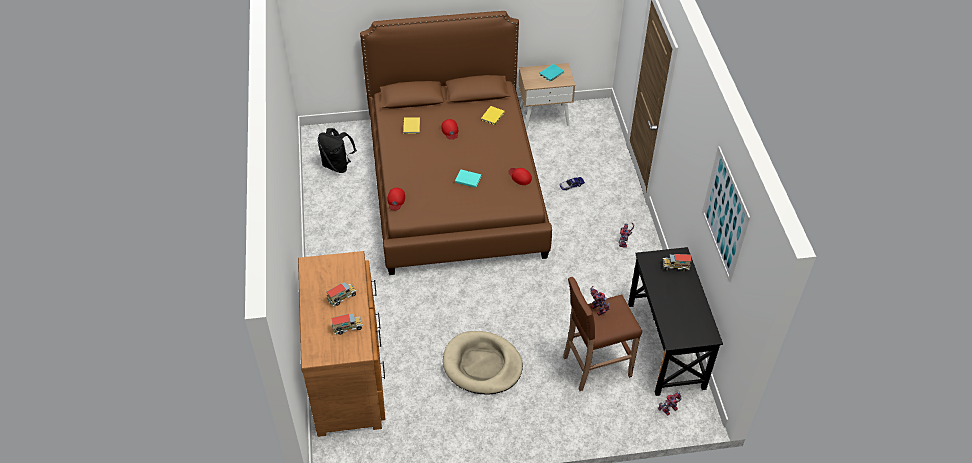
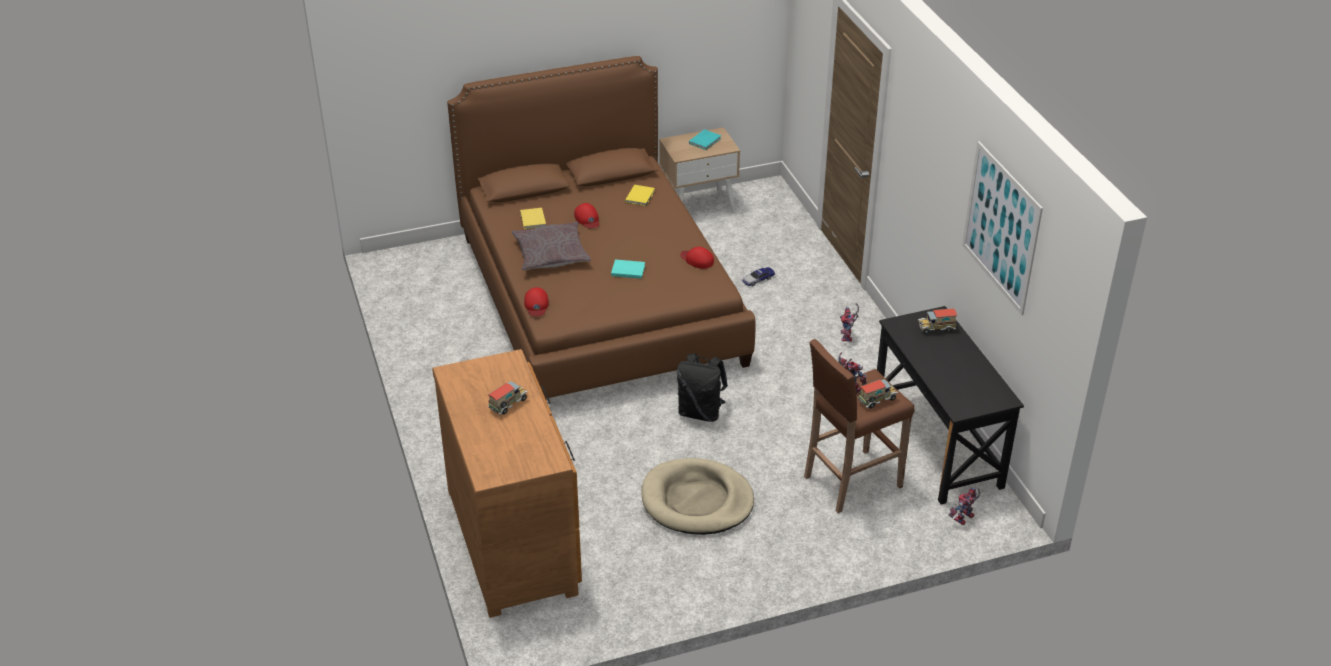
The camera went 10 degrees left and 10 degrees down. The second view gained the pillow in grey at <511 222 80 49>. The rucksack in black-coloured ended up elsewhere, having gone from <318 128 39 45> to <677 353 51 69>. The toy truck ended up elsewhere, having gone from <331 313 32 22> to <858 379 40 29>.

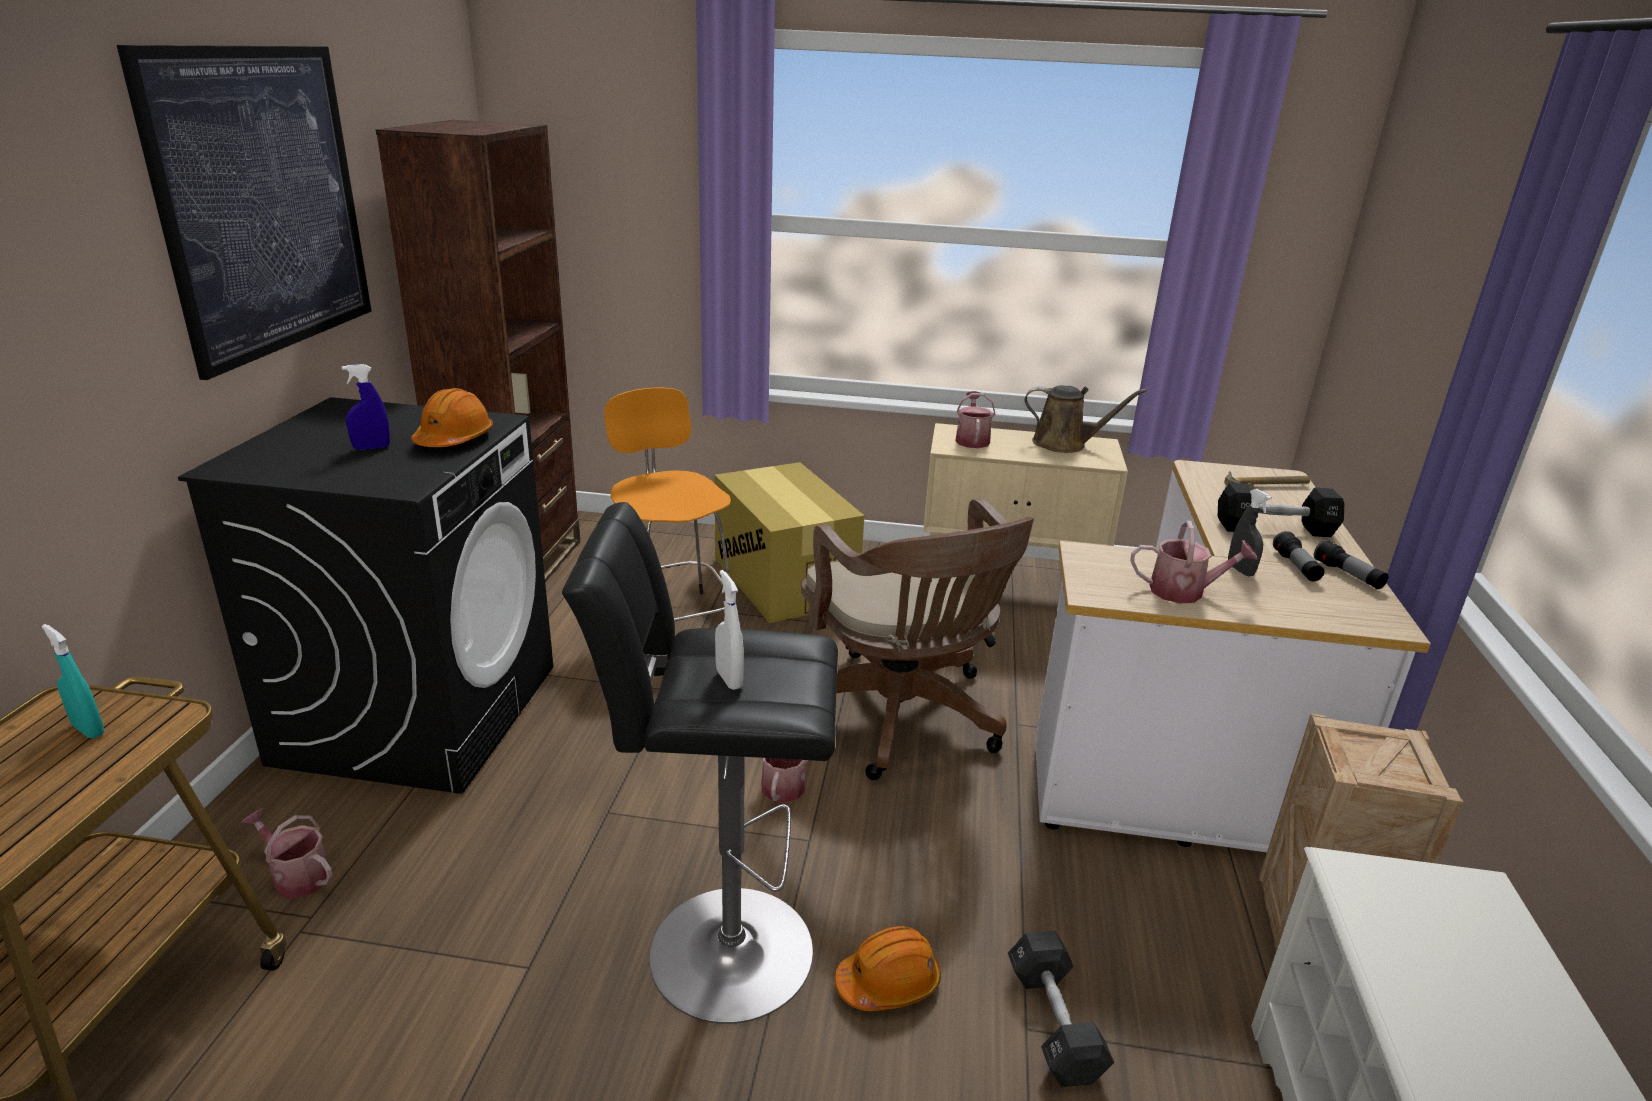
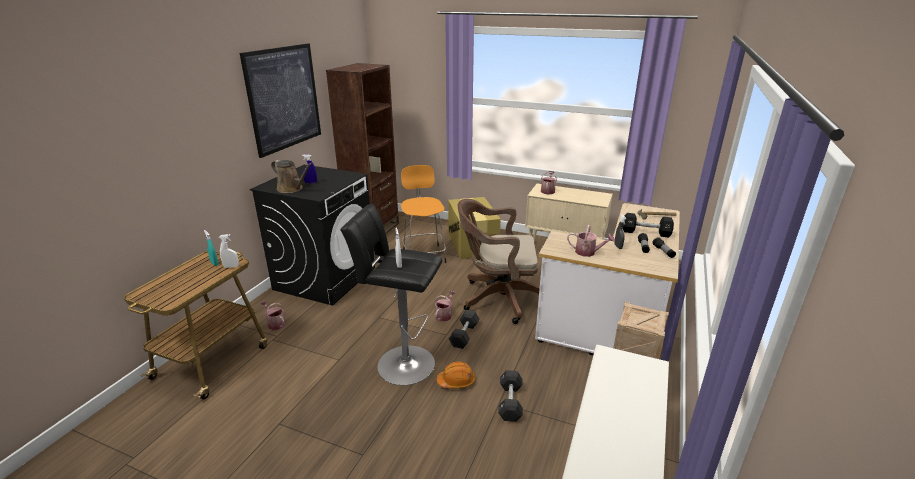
The camera went 15 degrees right and 0 degrees up. The second view lost the hard hat in orange at <411 388 82 59>. The second view gained the hand sprayer in whitish at <219 234 20 34>. The second view gained the free weight in black-coloured at <449 310 30 39>. The watering pot in brown ended up elsewhere, having gone from <1024 385 122 68> to <271 160 41 33>. The computer chair in brown at <801 498 233 282> ended up facing another way, 105 degrees clockwise from before.

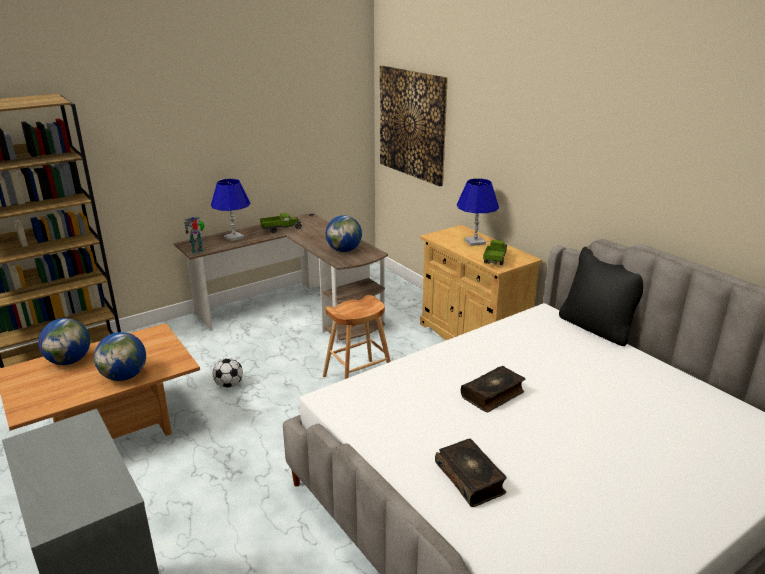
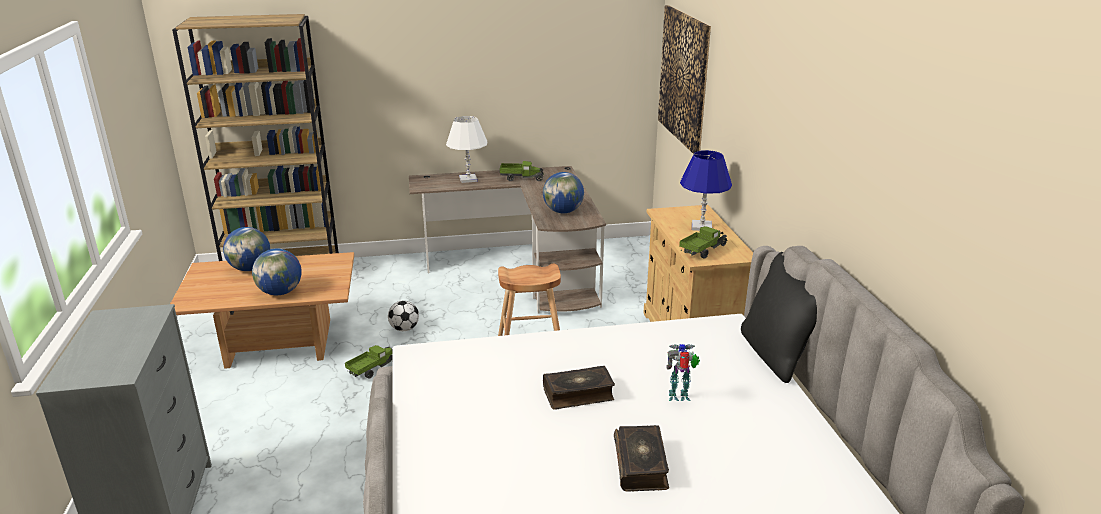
The camera went 25 degrees right and 0 degrees up. The second view gained the toy truck at <345 345 47 34>. The model robot ended up elsewhere, having gone from <184 217 21 37> to <666 344 34 57>. The book ended up elsewhere, having gone from <435 439 72 68> to <614 425 55 67>. What was the tabletop lamp in bluish at <211 179 40 62> turned into the tabletop lamp in whitish at <446 116 41 67>.

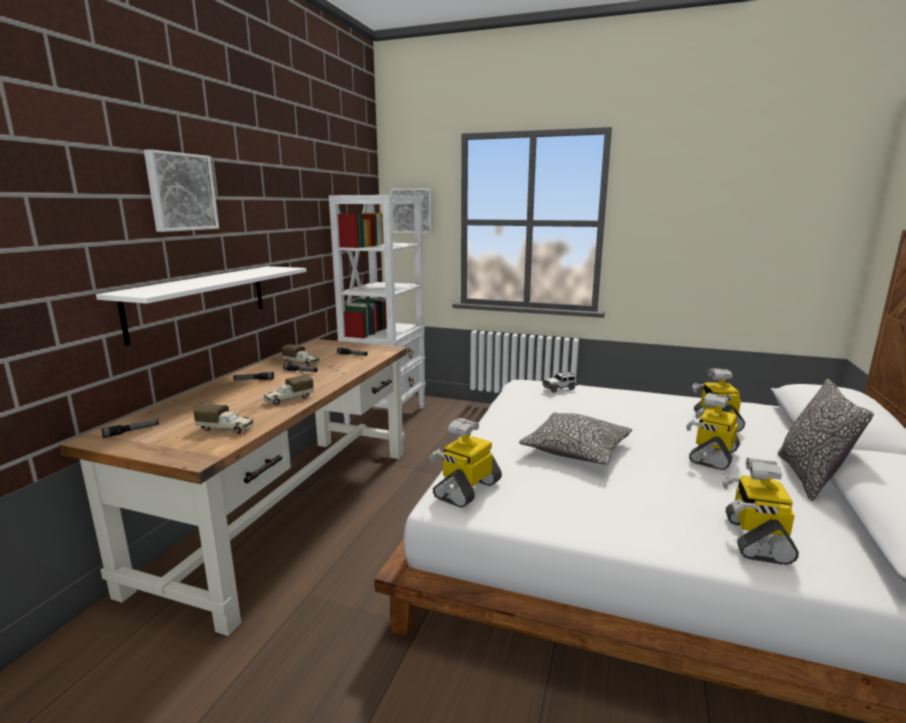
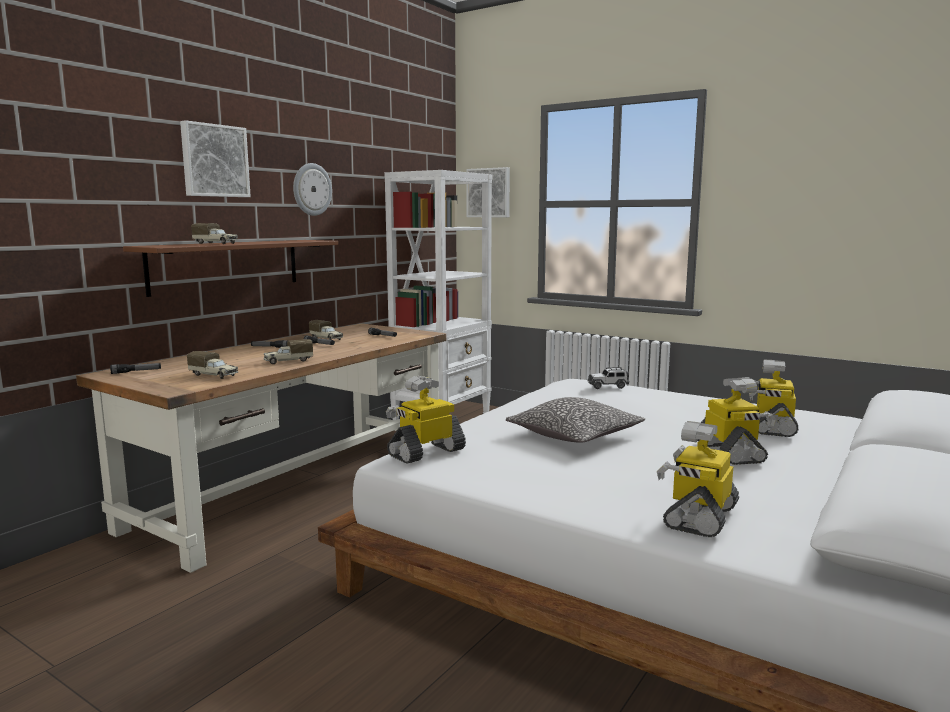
The camera went 15 degrees right and 5 degrees down. The second view lost the pillow at <778 379 96 122>. The second view gained the toy truck at <191 223 47 21>. The second view gained the wall clock at <293 163 39 53>. What was the bracket shelf in whitish at <96 266 210 80> turned into the bracket shelf in brown at <123 240 215 57>. The model robot at <686 393 54 77> ended up facing another way, 120 degrees clockwise from before.

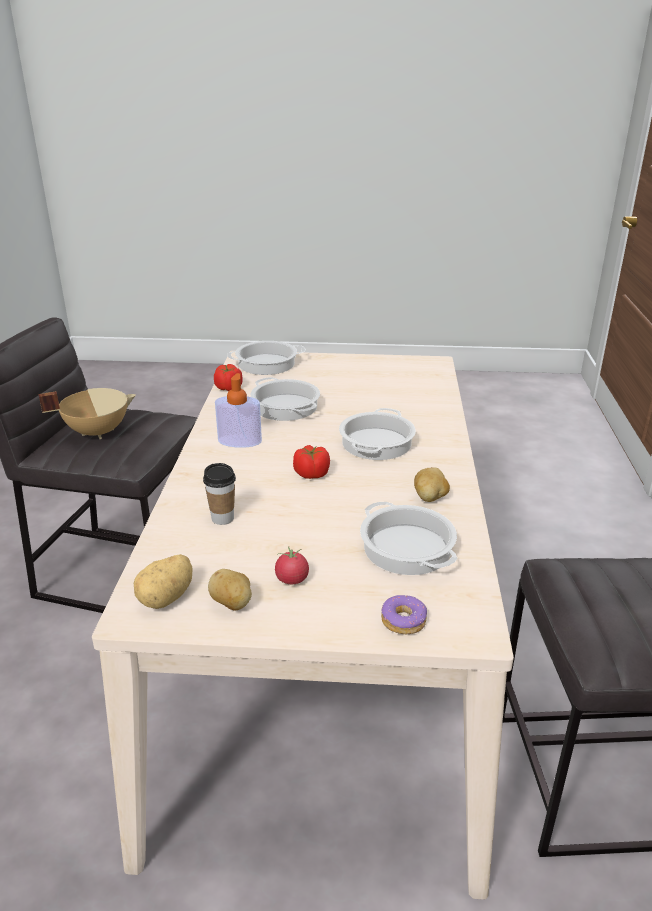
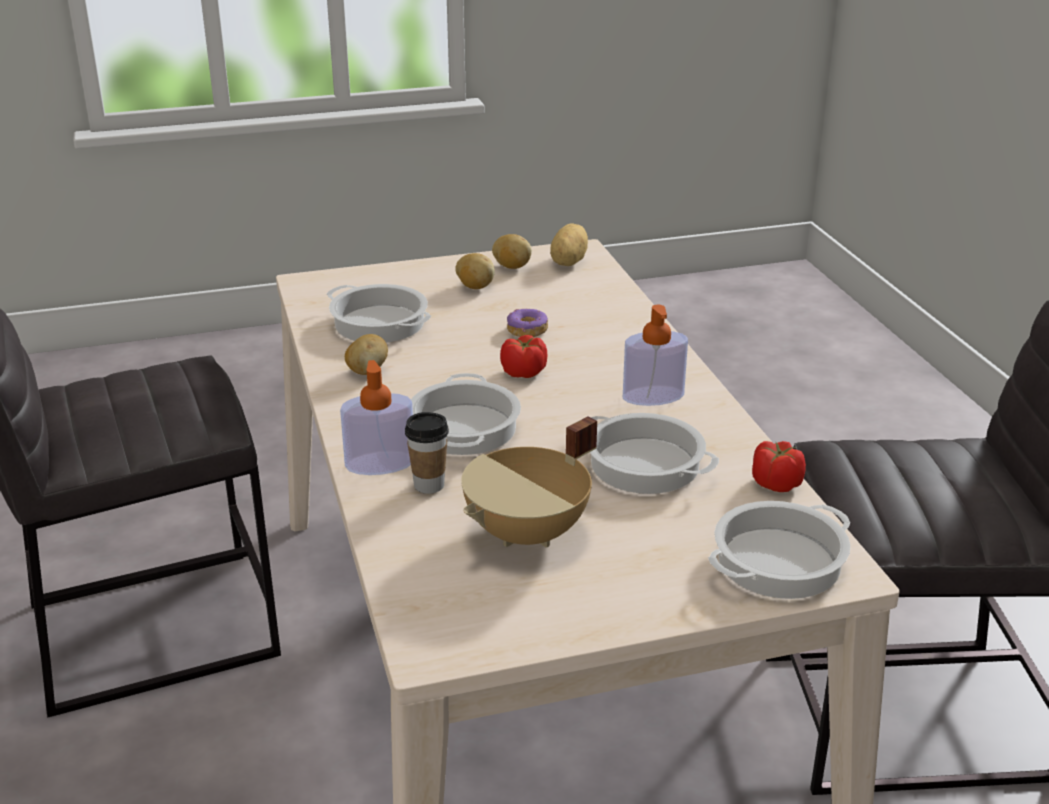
The camera went 160 degrees right and 0 degrees up. The second view gained the soap bottle at <340 360 73 115>. The stockpot in beige-coloured ended up elsewhere, having gone from <38 388 98 51> to <461 416 136 131>. The cup ended up elsewhere, having gone from <203 463 33 62> to <405 412 44 82>. The doughnut ended up elsewhere, having gone from <381 595 46 39> to <507 309 41 28>. Where the whole tomato stood at <275 546 34 38>, the potato came to stand at <455 253 40 36>.

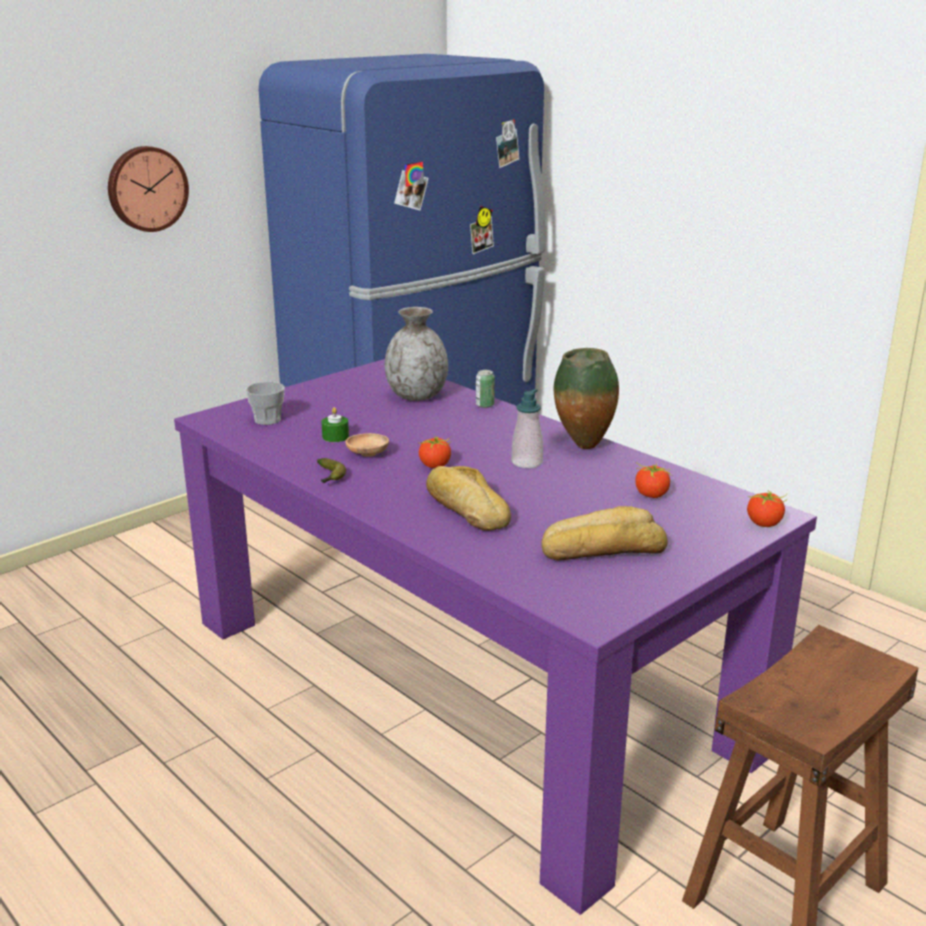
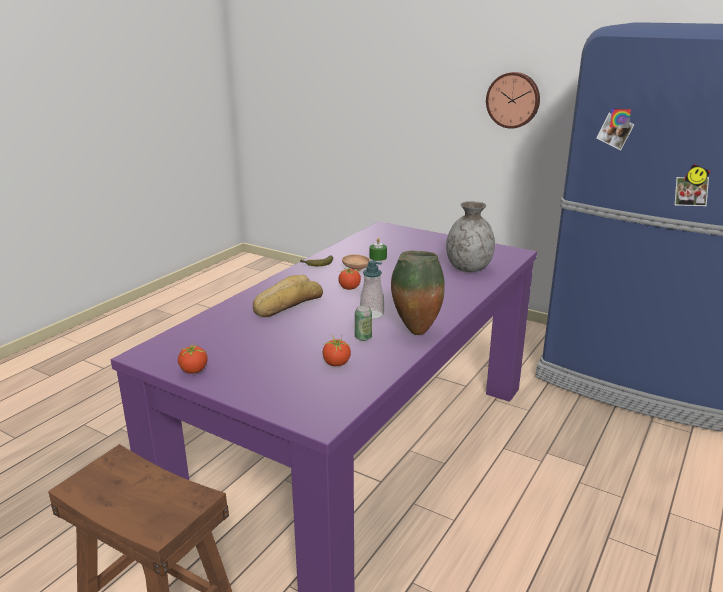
The camera went 75 degrees right and 0 degrees up. The second view lost the cup at <246 382 39 43>. The second view lost the baked bread at <542 506 126 54>. The sealed can ended up elsewhere, having gone from <476 370 19 38> to <355 305 17 36>. The whole tomato ended up elsewhere, having gone from <747 491 40 36> to <178 343 30 30>.

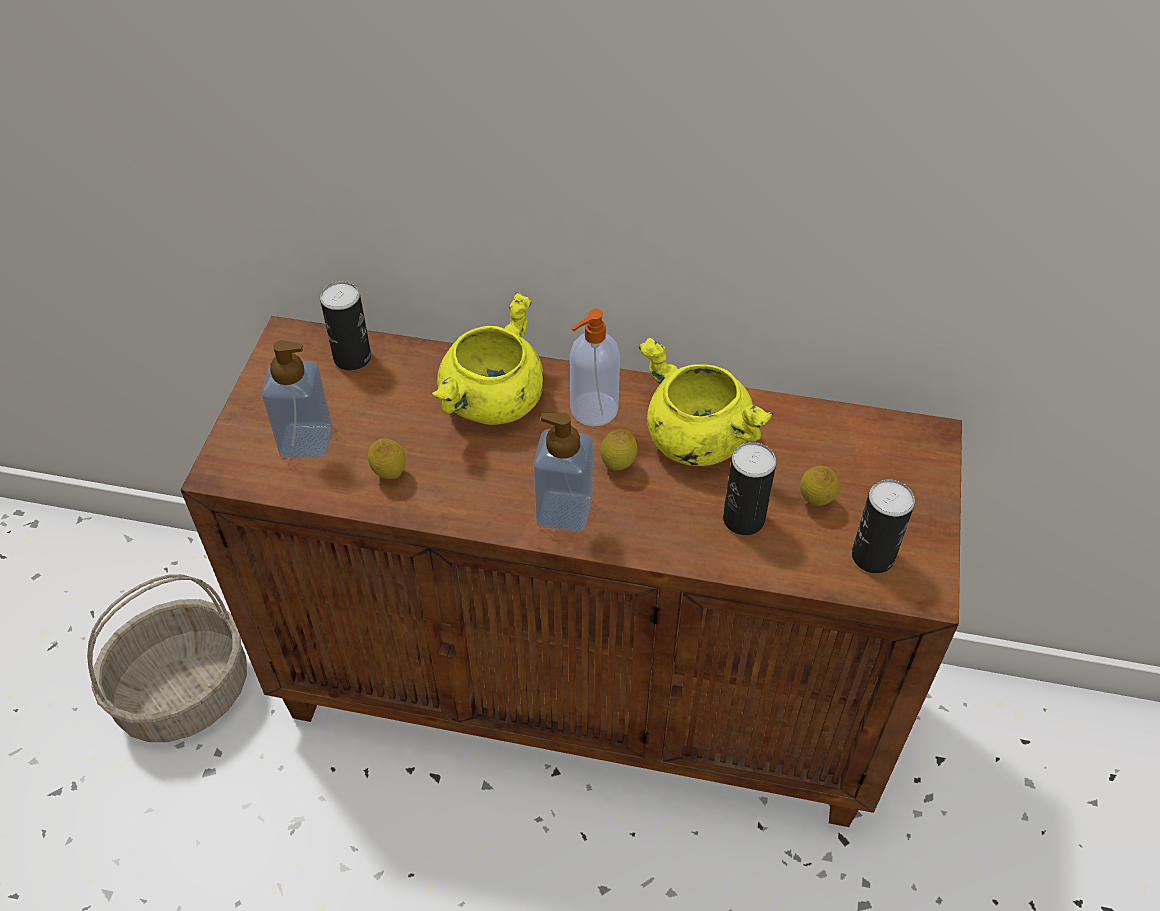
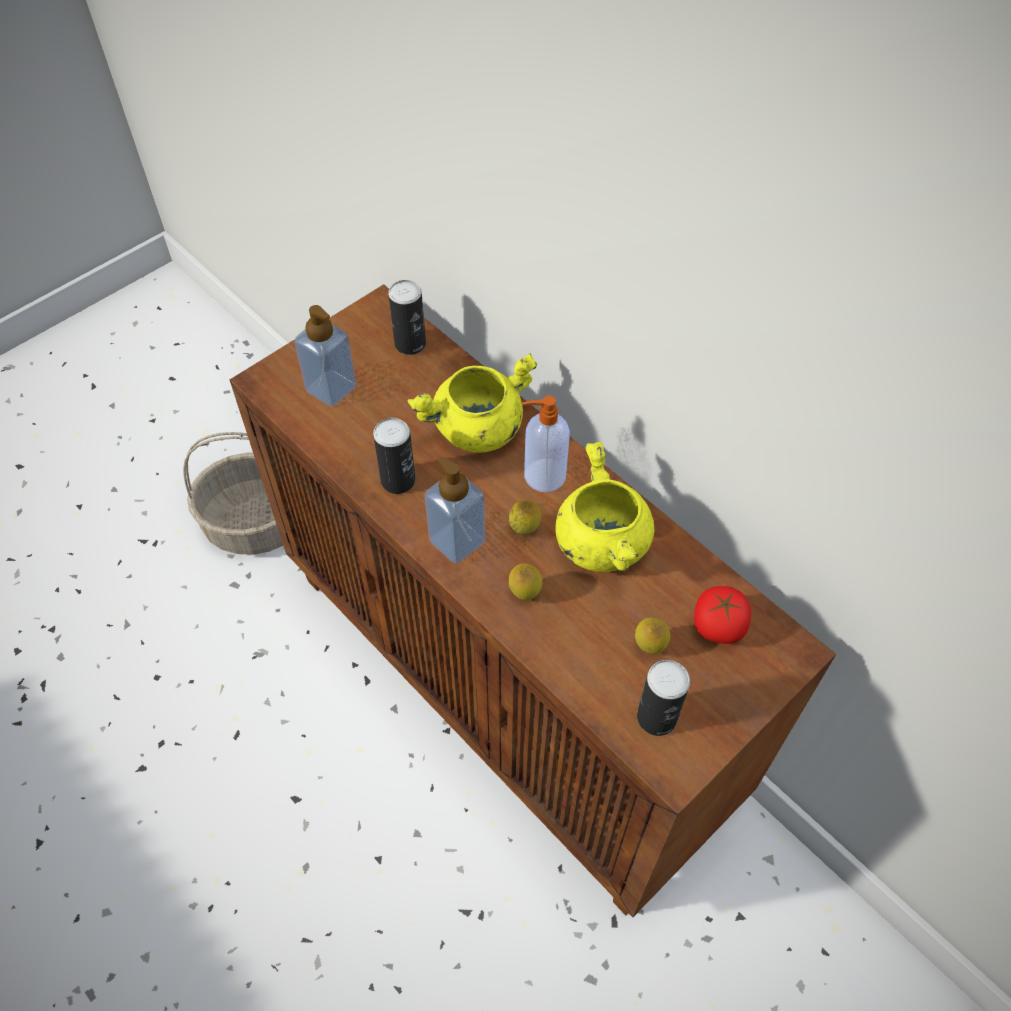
The camera went 35 degrees right and 5 degrees up. The second view gained the whole tomato at <694 586 57 58>. The whole lemon ended up elsewhere, having gone from <368 439 38 40> to <509 563 33 38>. The sealed can ended up elsewhere, having gone from <723 442 53 93> to <373 418 43 76>.

